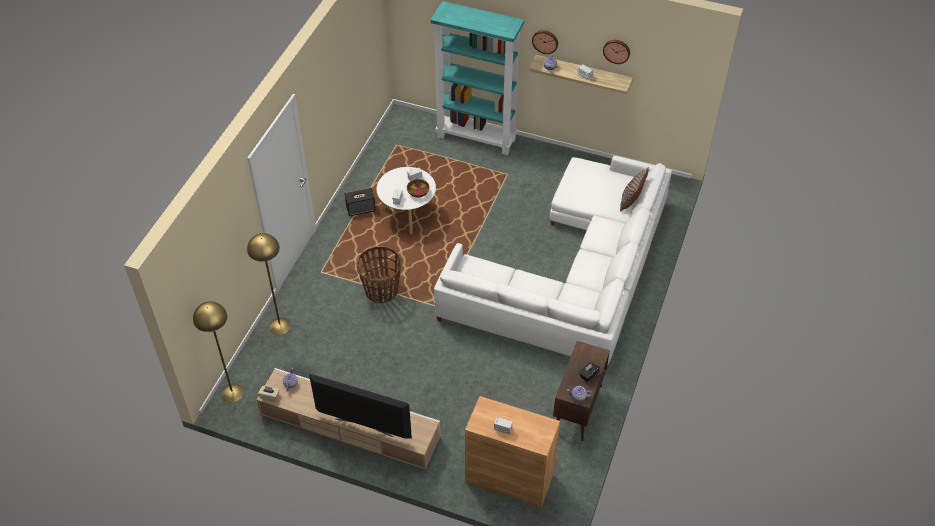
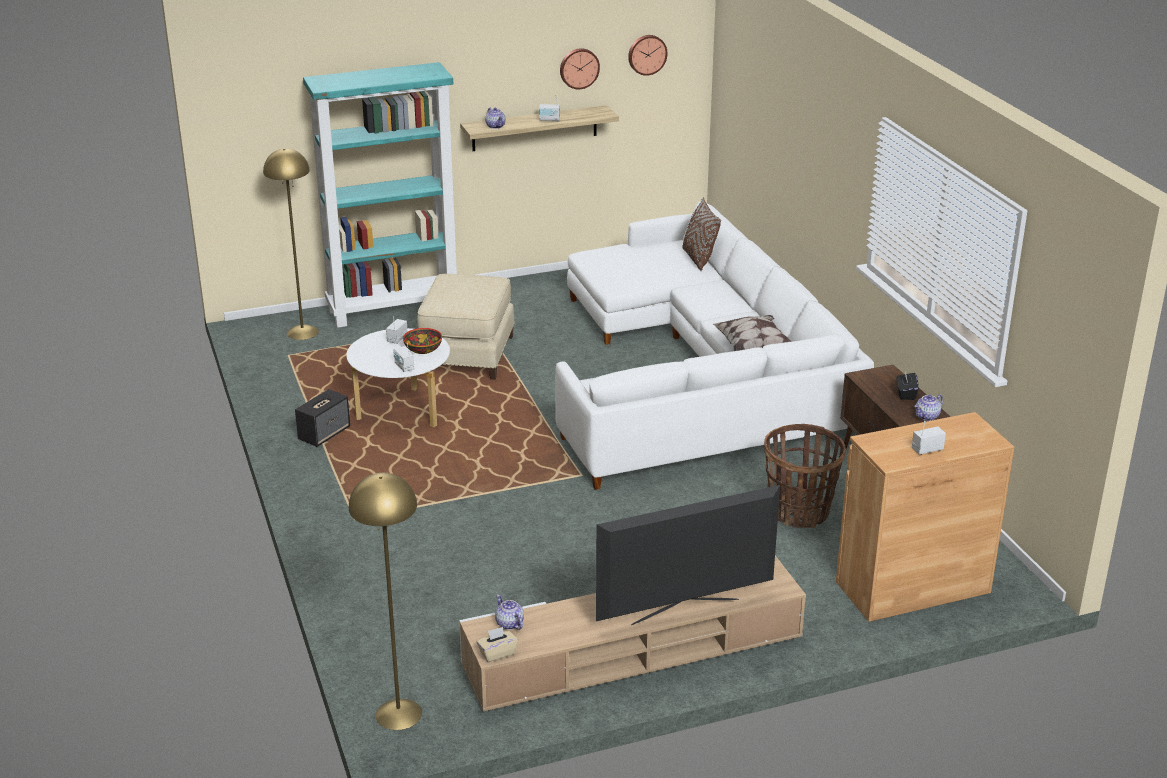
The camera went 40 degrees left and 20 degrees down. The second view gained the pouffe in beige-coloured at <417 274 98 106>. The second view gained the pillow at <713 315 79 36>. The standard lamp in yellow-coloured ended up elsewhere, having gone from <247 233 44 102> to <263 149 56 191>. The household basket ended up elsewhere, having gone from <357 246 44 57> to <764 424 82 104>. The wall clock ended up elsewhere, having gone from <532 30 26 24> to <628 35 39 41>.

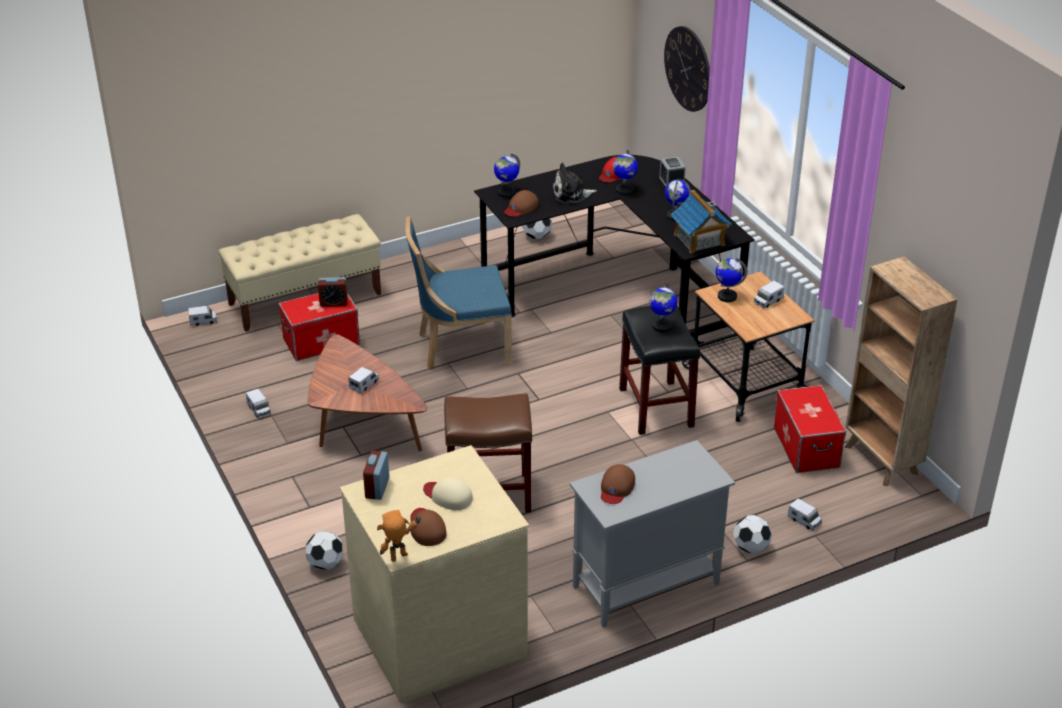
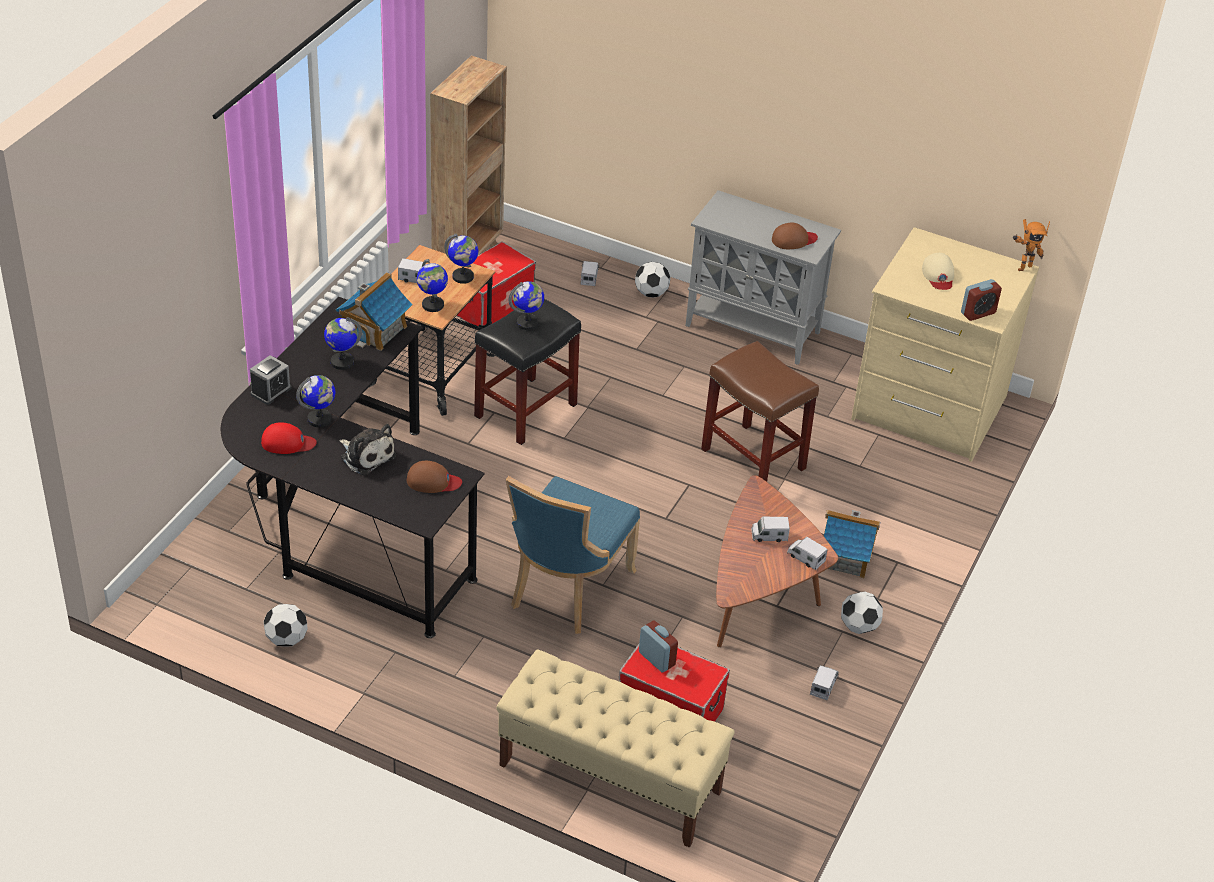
The camera went 130 degrees left and 5 degrees up. The second view lost the baseball cap in brown at <410 508 37 38>. The second view lost the wall clock at <664 26 46 86>. The second view gained the model house at <824 510 56 68>. The toy truck ended up elsewhere, having gone from <188 306 29 20> to <787 537 41 33>. The football ball ended up elsewhere, having gone from <306 531 37 39> to <841 591 42 43>. The world globe ended up elsewhere, having gone from <494 153 26 45> to <444 233 34 51>. The model robot at <377 510 44 52> ended up facing another way, 45 degrees counterclockwise from before. The chair in bluish at <406 216 107 153> ended up facing another way, 75 degrees clockwise from before.

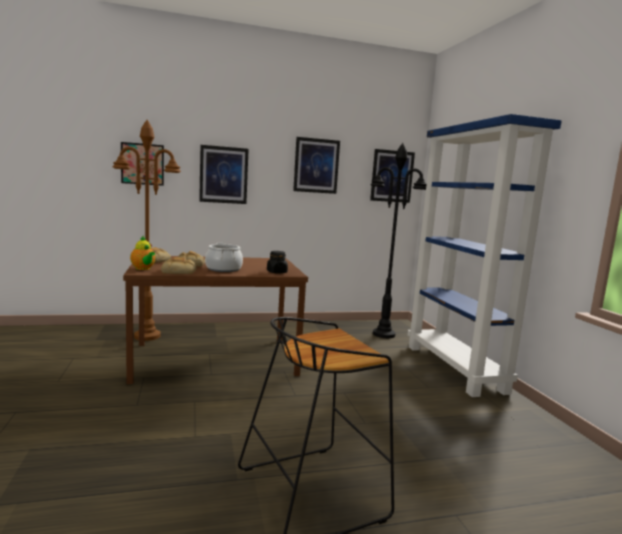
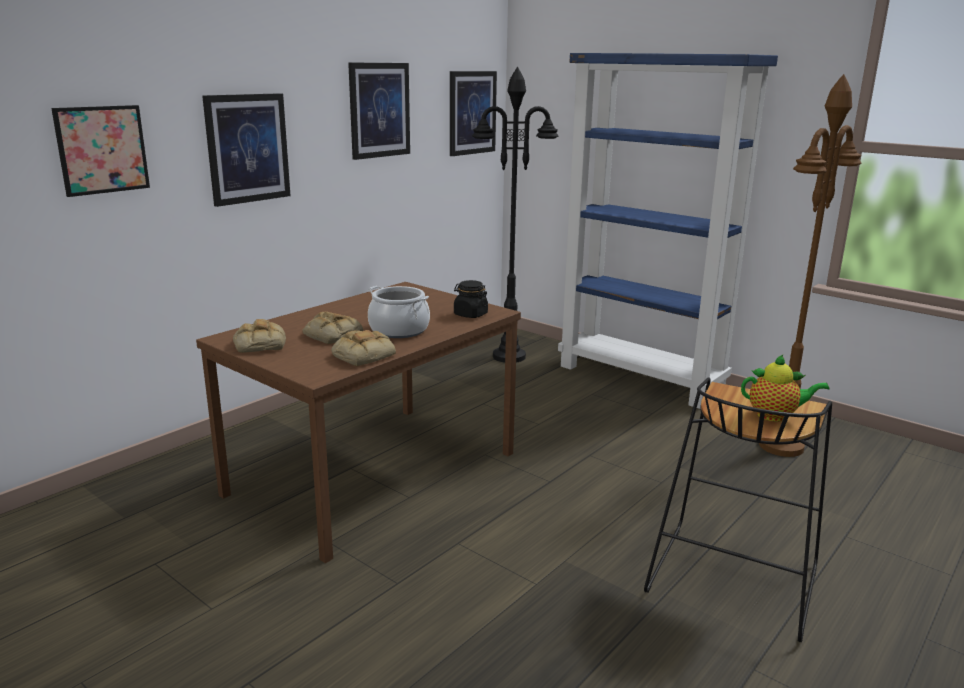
The camera went 35 degrees left and 10 degrees up. The standard lamp in brown ended up elsewhere, having gone from <113 120 68 221> to <759 74 102 383>. The teapot ended up elsewhere, having gone from <130 236 26 34> to <741 354 89 68>.

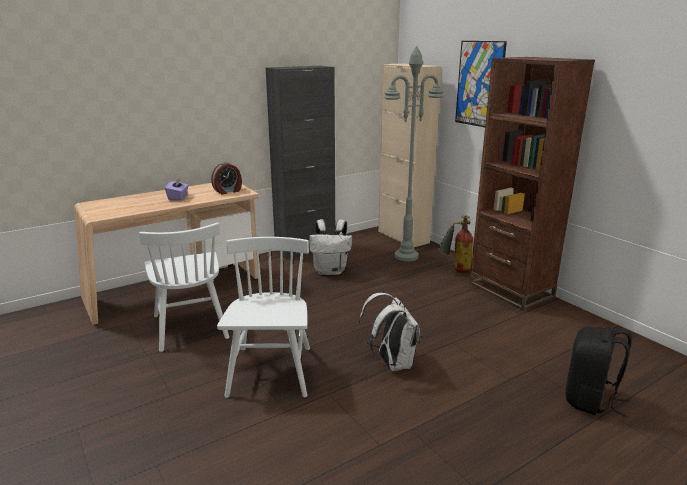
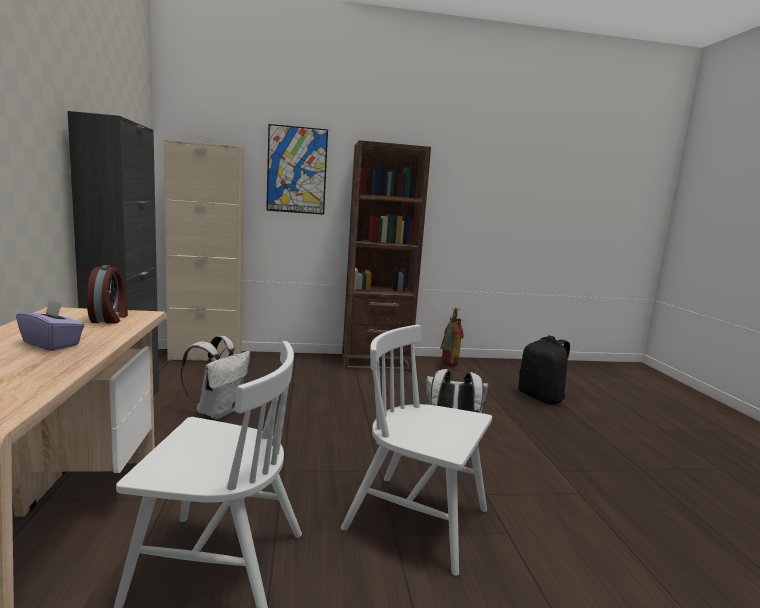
The camera went 65 degrees left and 10 degrees down. The second view lost the standard lamp in grey at <384 46 60 215>. The fire-fighting cylinder ended up elsewhere, having gone from <437 215 36 58> to <440 308 24 59>.

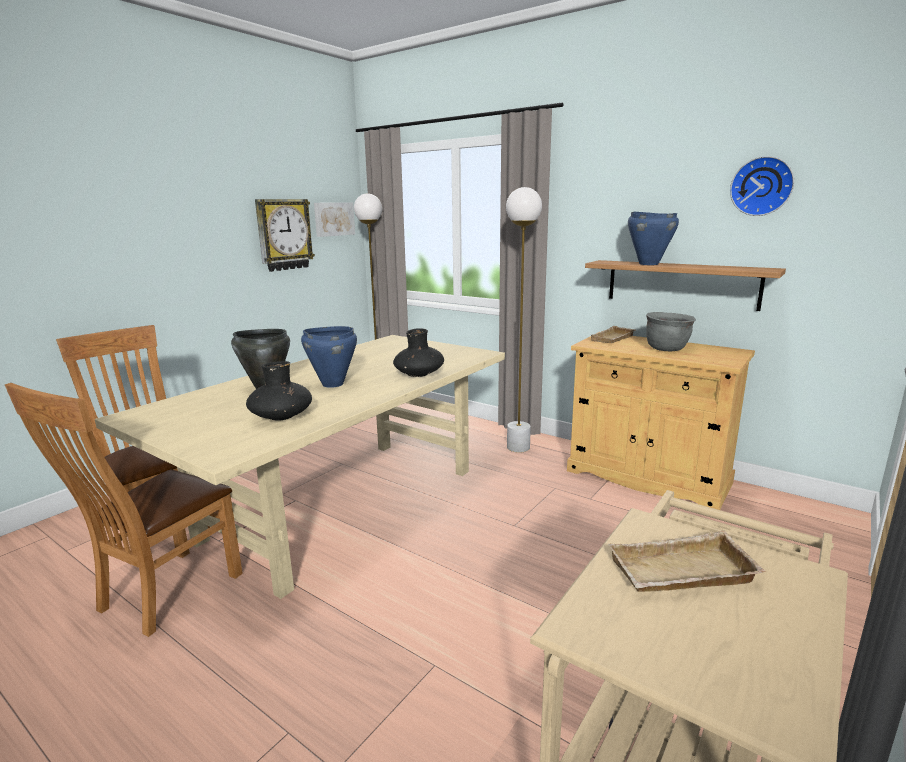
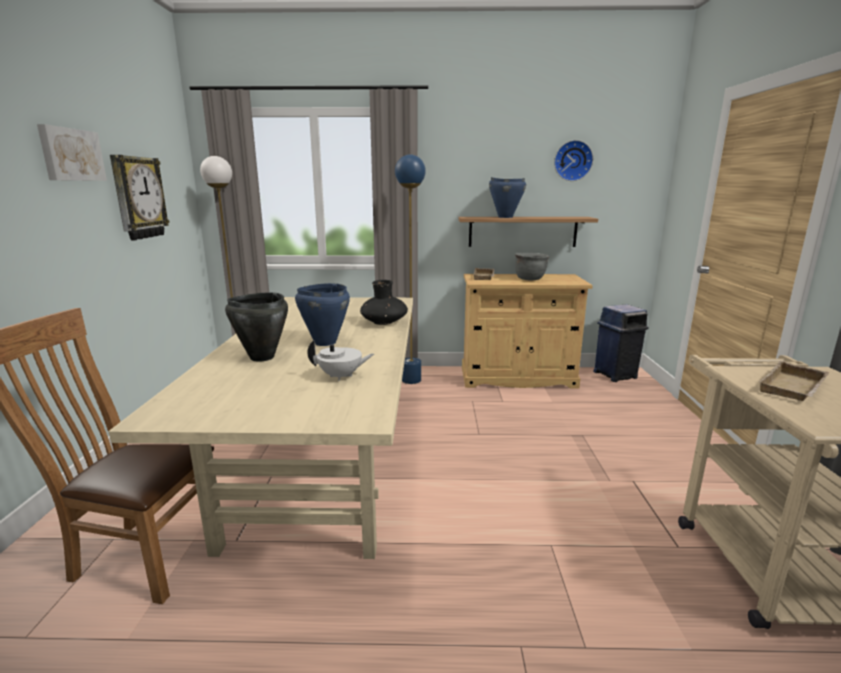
The camera went 35 degrees left and 0 degrees up. The second view lost the chair in brown at <5 383 238 254>. The second view gained the rubbish bin in bluish at <593 304 56 78>. The wall art ended up elsewhere, having gone from <314 202 41 35> to <37 124 70 57>. Where the decorative vase in black-coloured stood at <246 361 66 60>, the teapot in whitish came to stand at <307 340 67 41>. What was the standard lamp in whitish at <506 187 36 266> turned into the standard lamp in bluish at <395 155 31 229>.

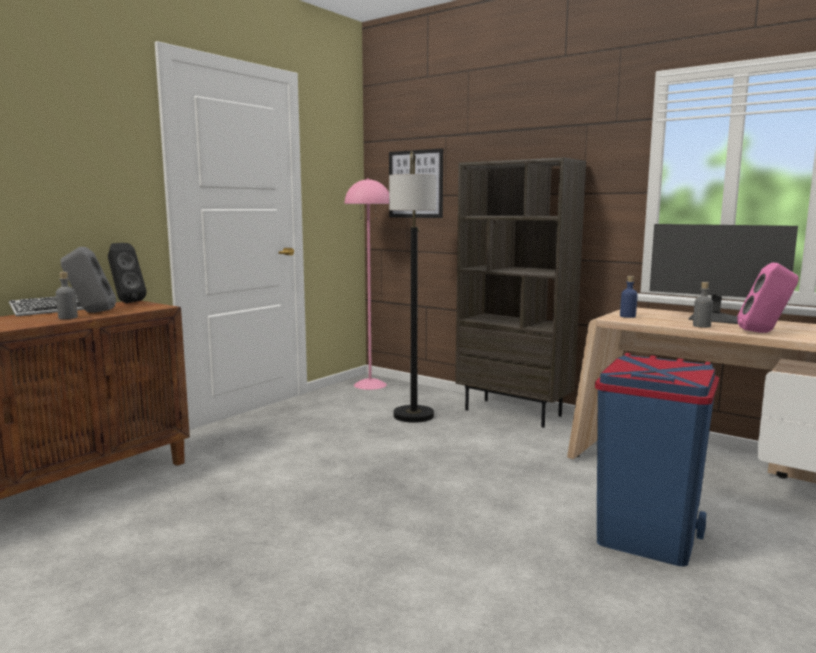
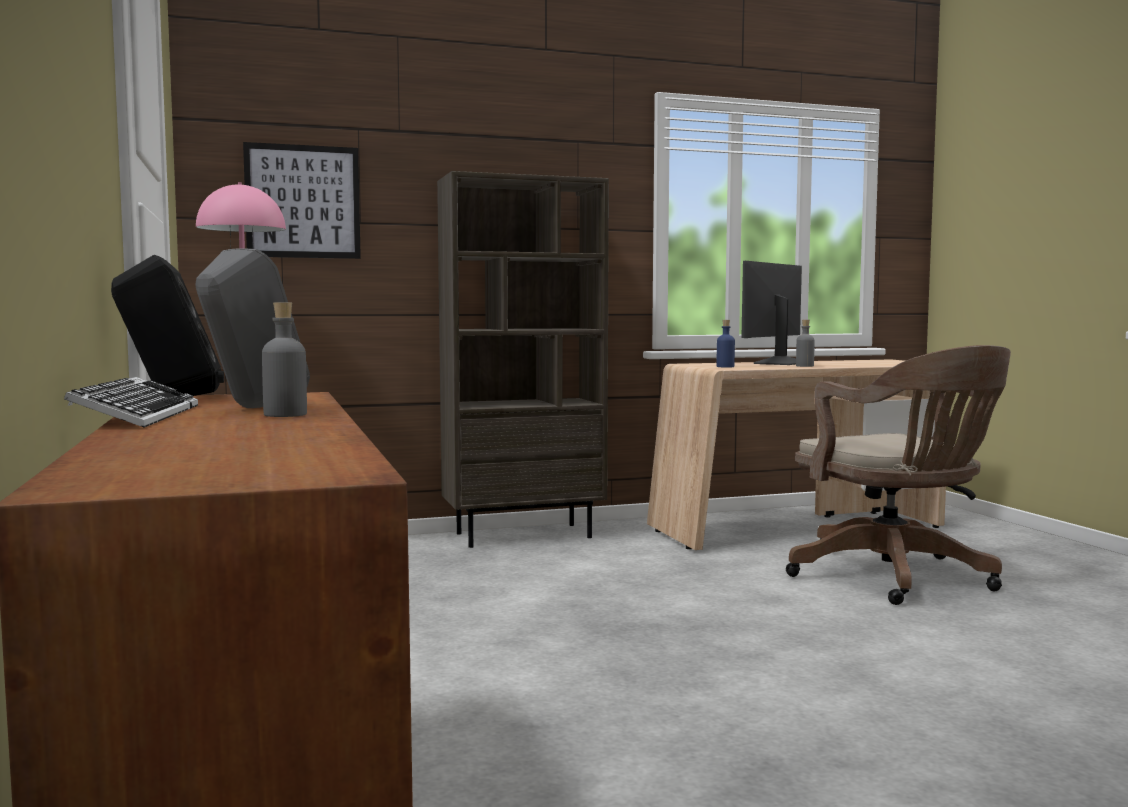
The camera went 55 degrees left and 5 degrees down. The second view lost the standard lamp at <389 151 47 272>. The second view lost the speaker in pink-coloured at <737 263 62 70>. Where the rubbish bin in bluish stood at <595 353 124 214>, the computer chair in brown came to stand at <786 345 225 260>. The computer screen at <650 224 148 100> ended up facing another way, 150 degrees clockwise from before.

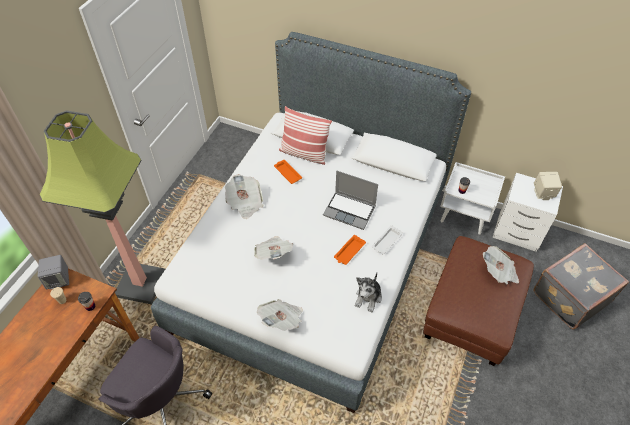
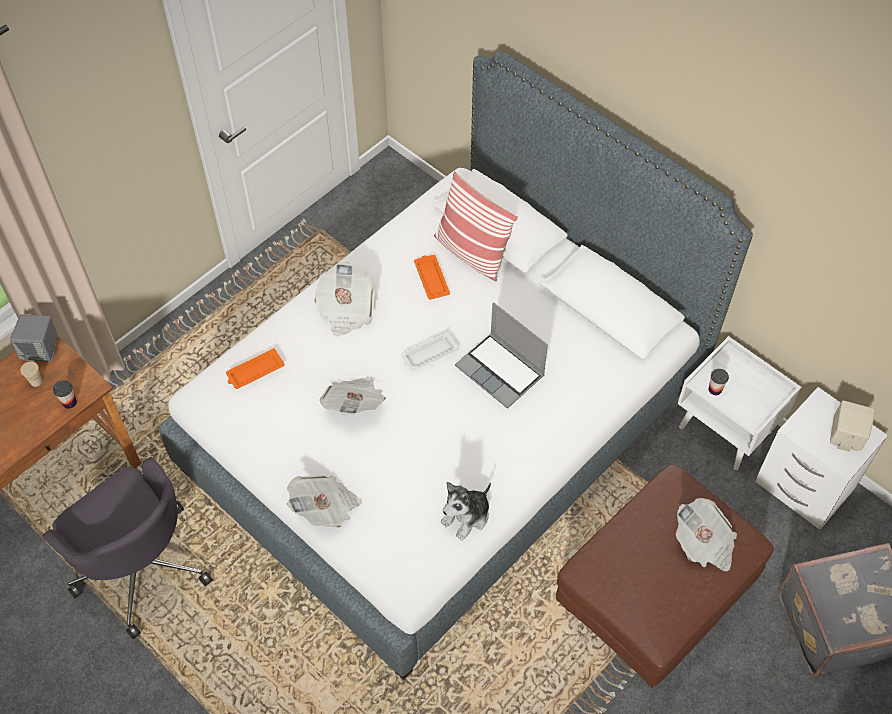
The camera went 20 degrees right and 5 degrees up. The second view lost the standard lamp at <40 111 125 194>. The serving tray in orange ended up elsewhere, having gone from <334 235 32 30> to <226 348 58 41>. The serving tray in whitish ended up elsewhere, having gone from <372 225 31 29> to <401 331 58 40>.

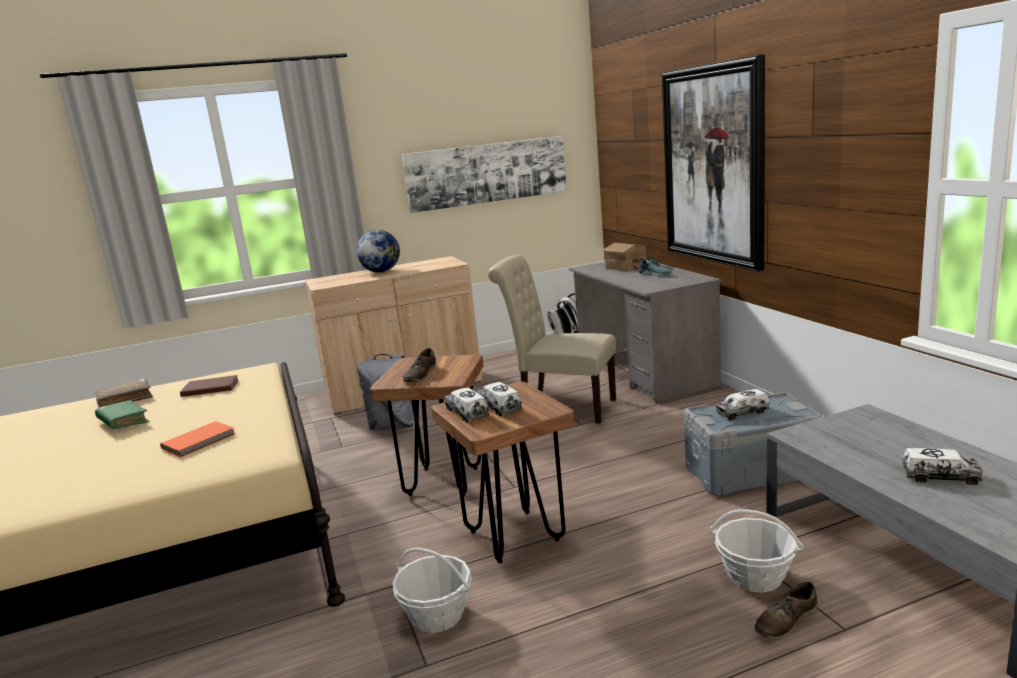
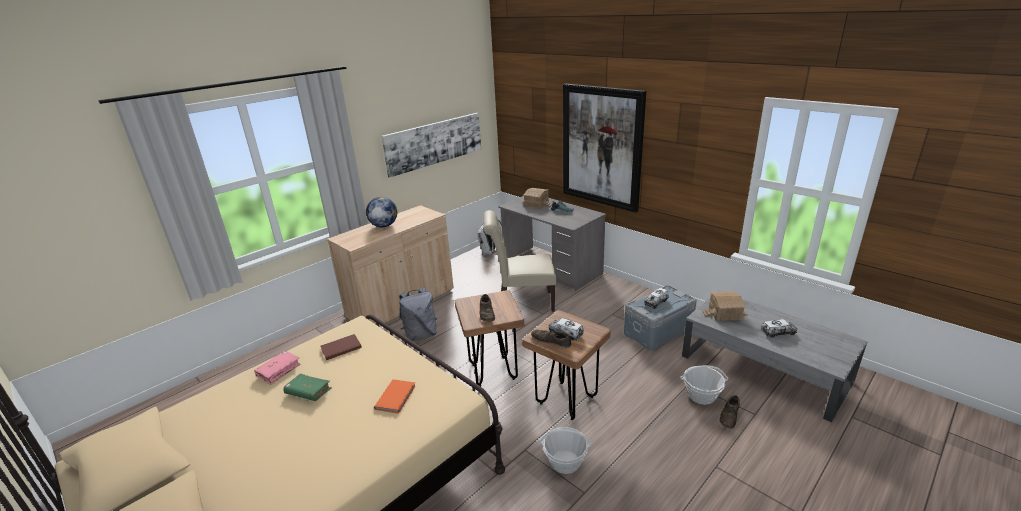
The camera went 25 degrees left and 10 degrees up. The second view gained the model house at <703 291 45 30>. Where the toy truck stood at <444 388 45 34>, the low shoe in brown came to stand at <531 330 40 18>. What was the book in brown at <94 378 59 30> turned into the book in pink-coloured at <254 351 47 34>.

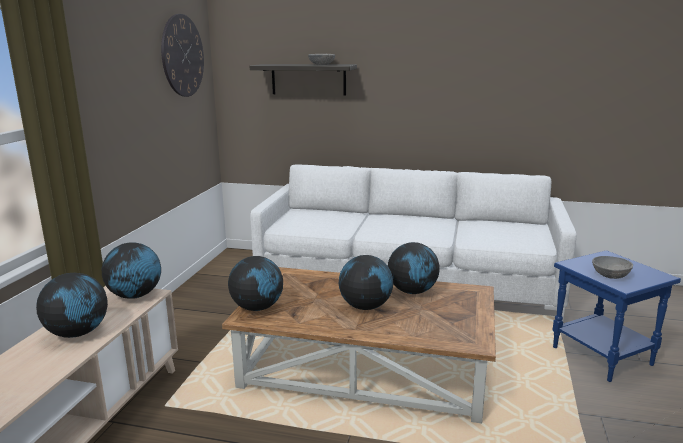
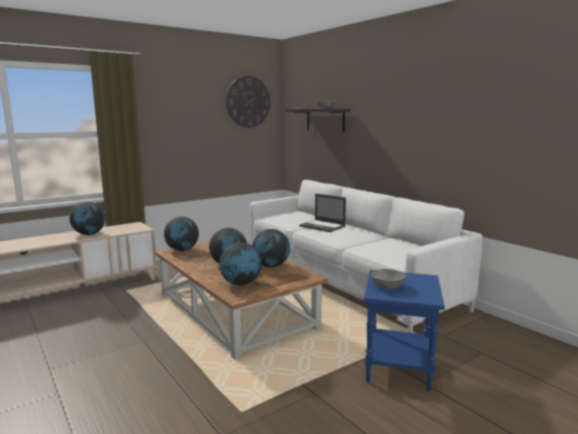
The camera went 40 degrees right and 5 degrees down. The second view gained the notebook computer at <299 194 47 38>. The world globe ended up elsewhere, having gone from <102 242 59 57> to <219 242 43 44>.

